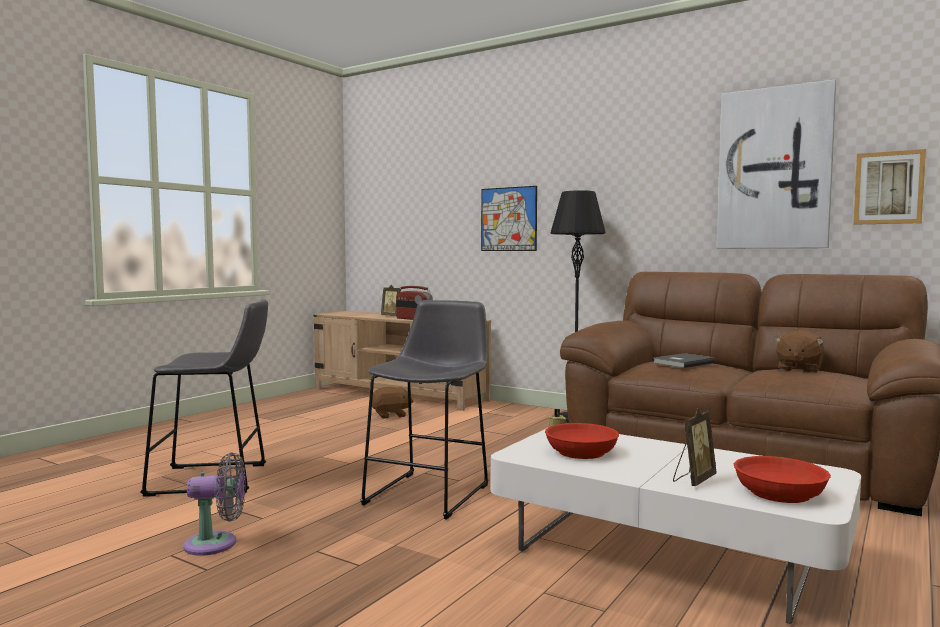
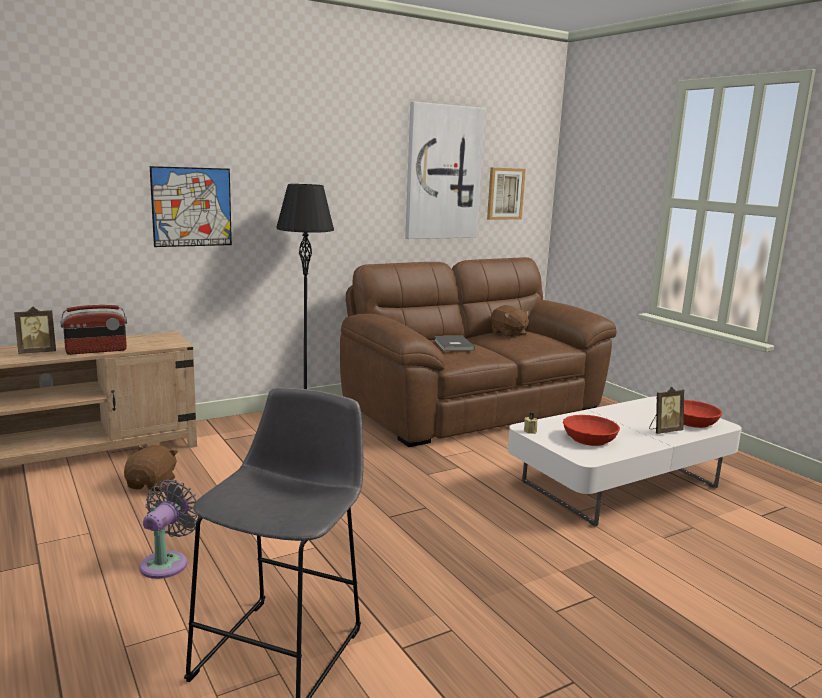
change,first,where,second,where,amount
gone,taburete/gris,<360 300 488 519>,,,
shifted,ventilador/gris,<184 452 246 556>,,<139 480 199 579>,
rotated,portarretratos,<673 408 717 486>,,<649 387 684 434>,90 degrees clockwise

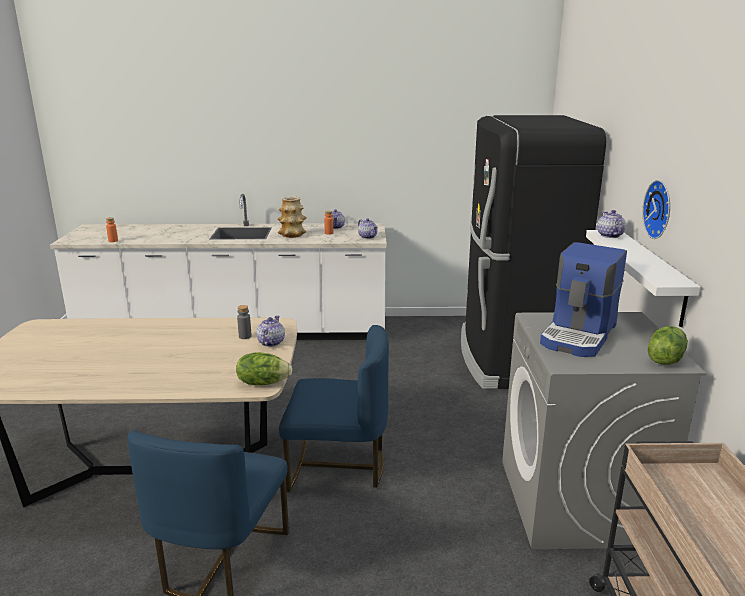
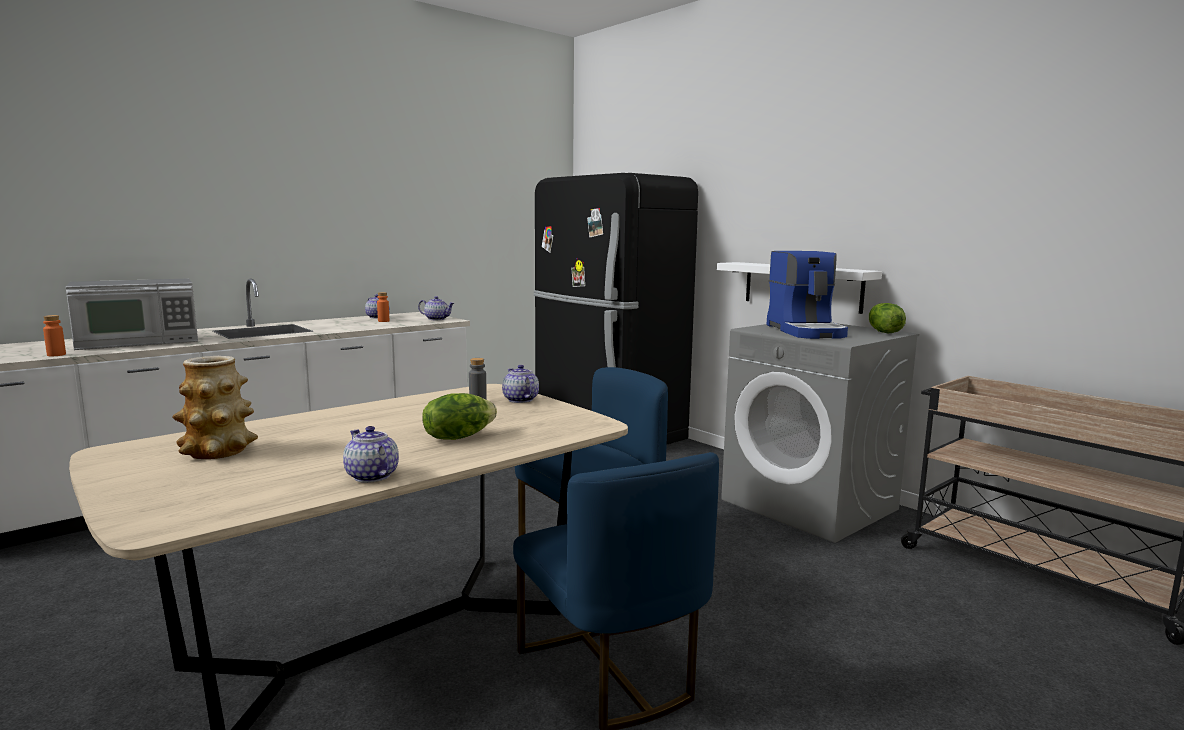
change,first,where,second,where,amount
gone,reloj de pared,<642 180 670 239>,,,
new,,,microondas,<65 279 198 350>,
shifted,lechuga,<236 352 292 385>,,<422 393 497 440>,
shifted,florero,<278 197 307 238>,,<172 356 258 459>,
shifted,tetera,<597 210 626 238>,,<343 426 399 483>,

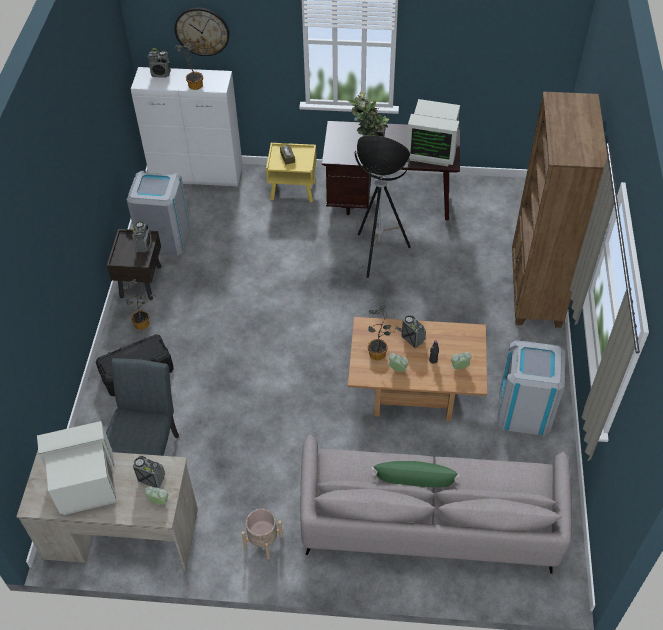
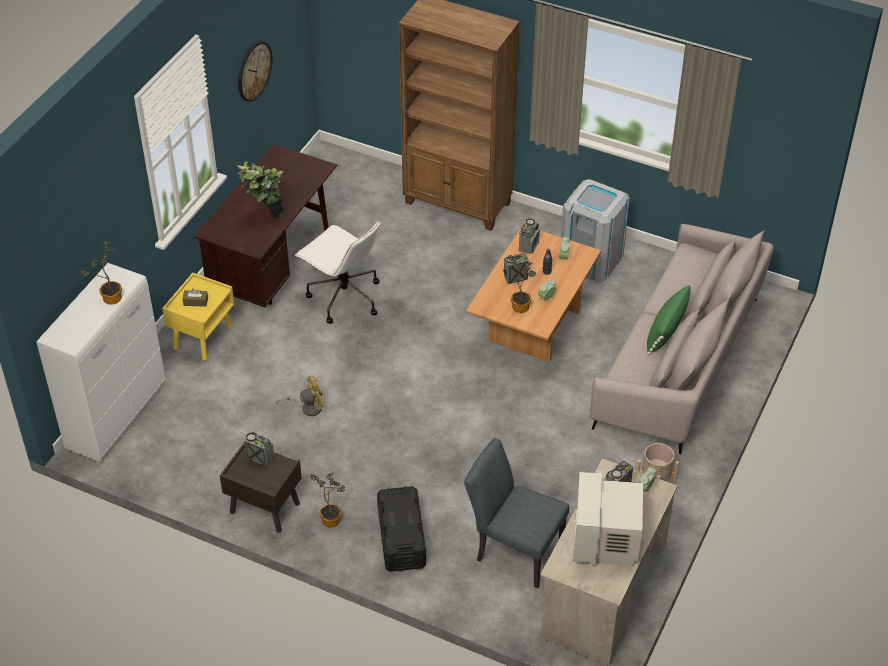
change,first,where,second,where,amount
gone,papelera/gris,<126 171 191 256>,,,
gone,monitor,<406 99 460 166>,,,
new,,,ventilador/amarillo,<276 376 326 416>,
shifted,radio,<148 49 171 78>,,<519 218 540 254>,
shifted,reloj de pared,<175 7 229 56>,,<238 41 273 102>,
swapped,lámpara de pie,<354 135 411 278>,silla de oficina/blanco,<295 221 381 324>,

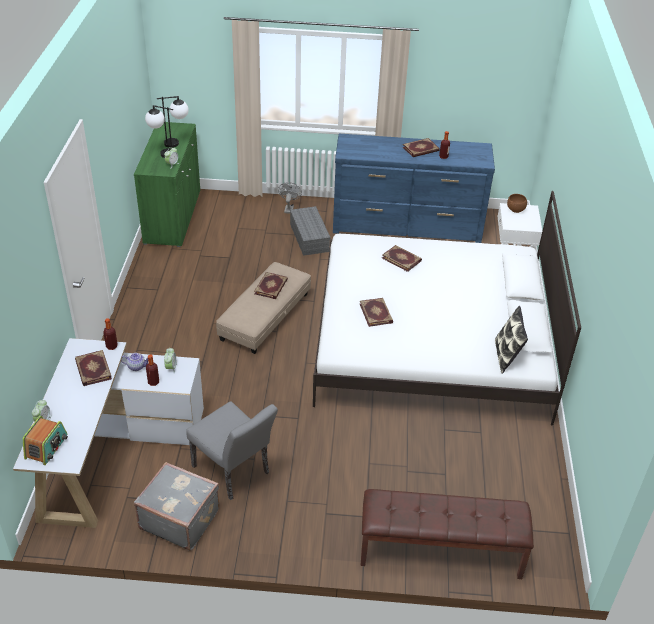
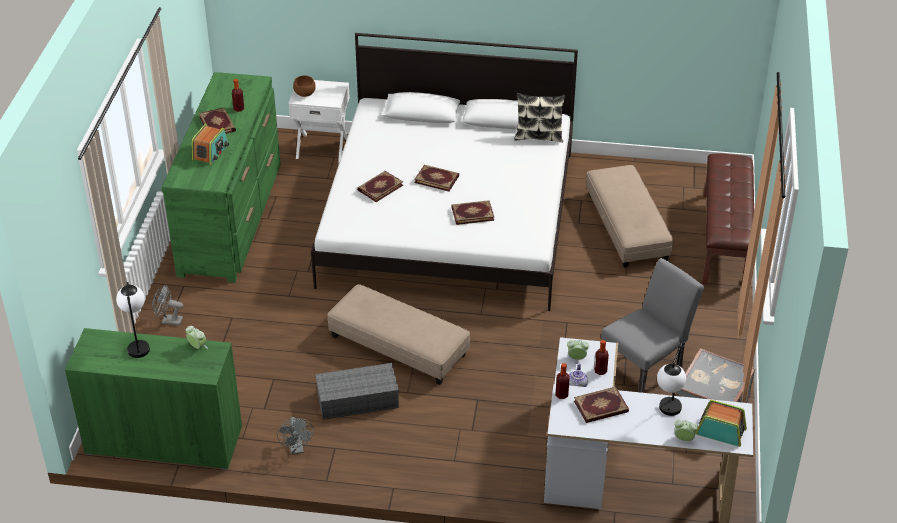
change,first,where,second,where,amount
new,,,radio,<192 124 229 165>,
new,,,ventilador/gris,<277 417 314 455>,
new,,,puf/beis,<586 165 673 268>,
shifted,lámpara de mesa,<145 105 173 158>,,<657 341 686 416>,
shifted,libro,<254 272 288 299>,,<414 165 459 191>,
shifted,caja de almacenaje/gris,<290 206 330 256>,,<315 363 399 420>,
repainted,cómoda/azul,<333 134 495 243>,cómoda/verde,<161 72 281 283>,

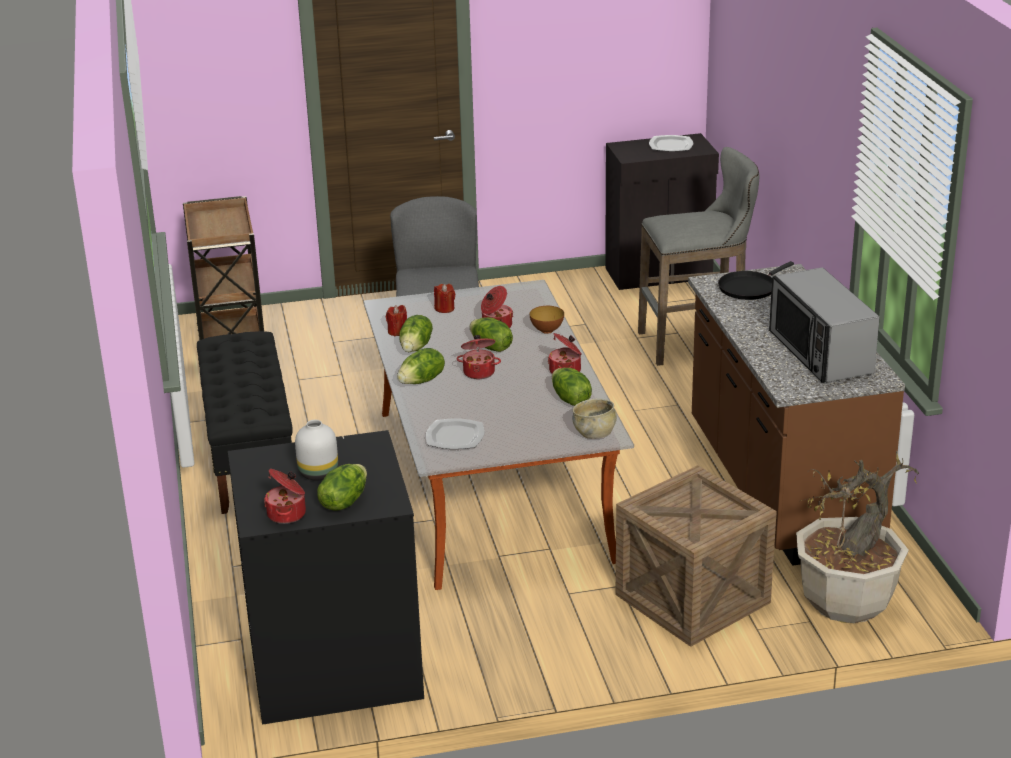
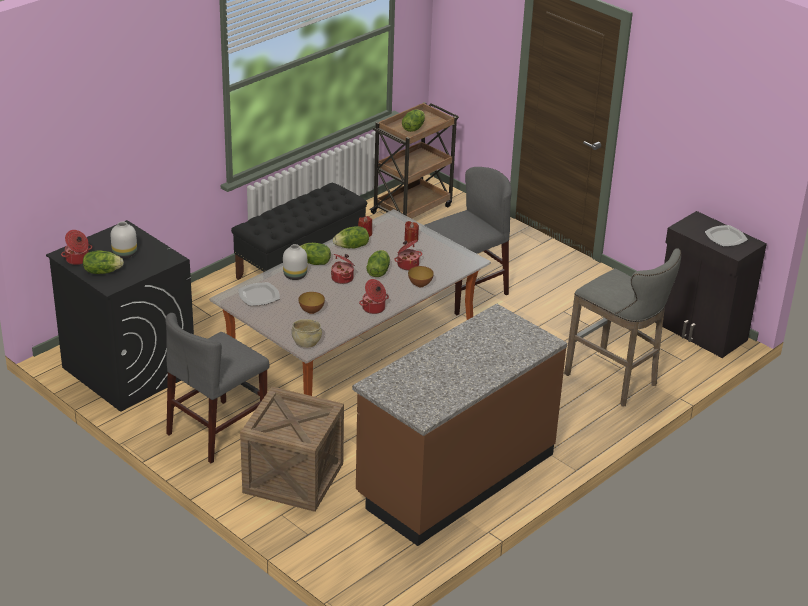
change,first,where,second,where,amount
gone,sartén/negro,<718 261 794 300>,,,
gone,microondas,<769 267 880 383>,,,
gone,planta en maceta,<796 451 920 623>,,,
new,,,silla/gris,<165 313 269 463>,
new,,,florero/blanco,<283 244 307 280>,
new,,,cuenco,<298 292 325 314>,
shifted,lechuga,<552 368 592 406>,,<402 110 425 132>,

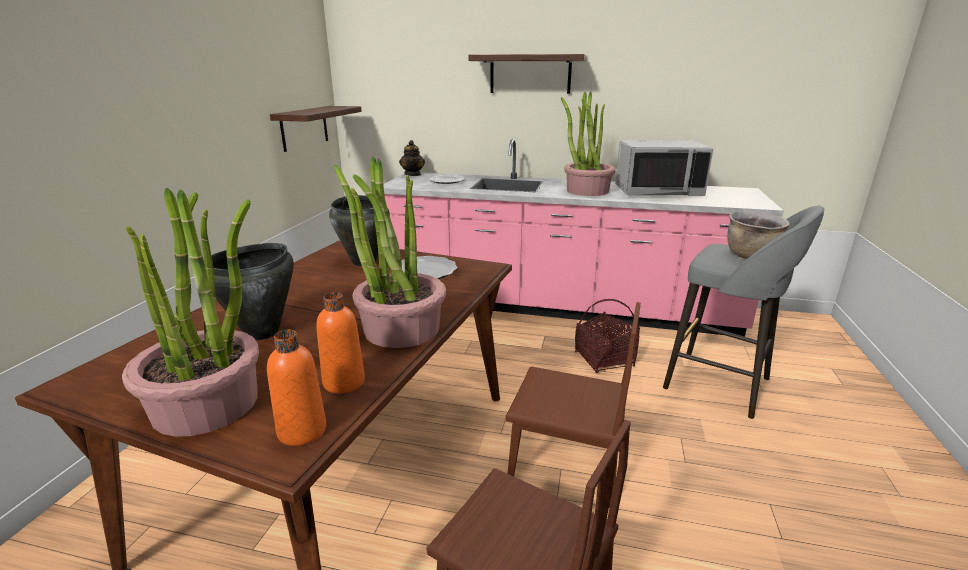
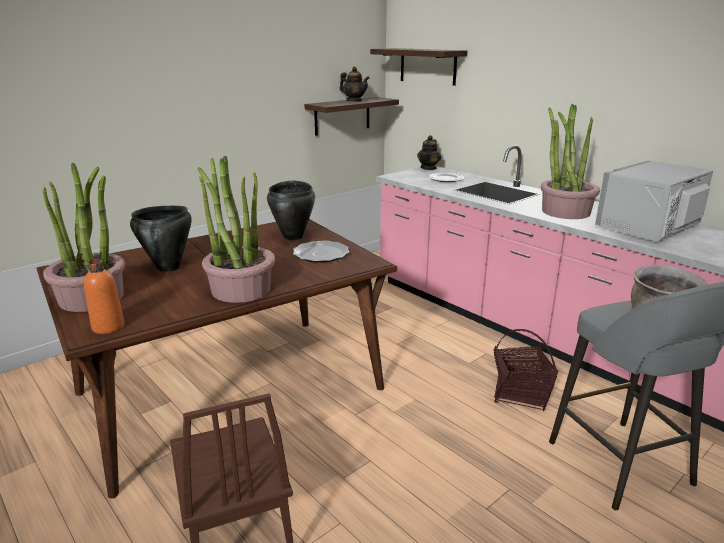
change,first,where,second,where,amount
gone,botella/naranja,<316 292 365 393>,,,
gone,silla/marrón,<506 302 641 508>,,,
new,,,tetera,<340 67 370 102>,
shifted,estante,<468 54 586 94>,,<370 48 468 86>,
rotated,microondas/gris,<615 140 713 196>,,<595 160 713 242>,105 degrees clockwise

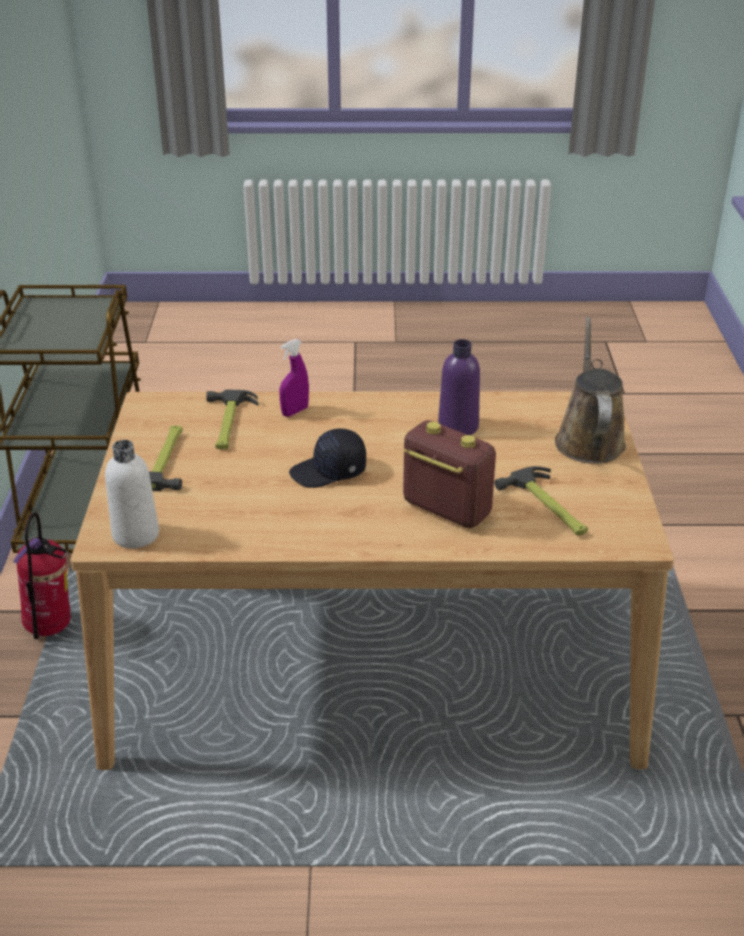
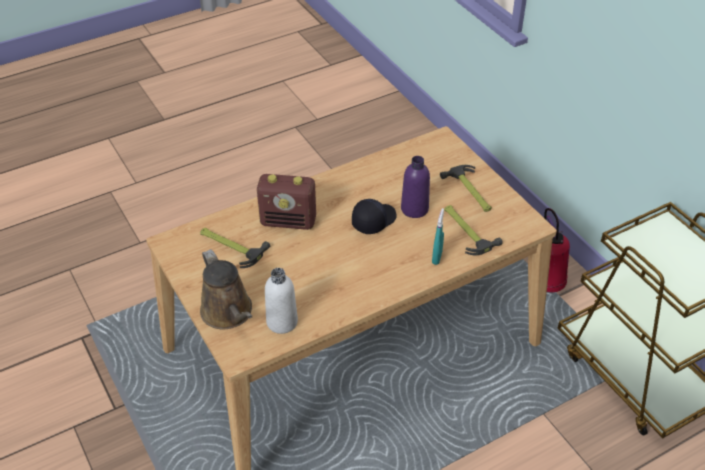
change,first,where,second,where,amount
shifted,botella/blanco,<105 440 159 548>,,<265 268 298 334>,
shifted,botella/morado,<438 339 480 435>,,<401 156 430 218>,
repainted,pulverizador/morado,<280 339 309 417>,pulverizador/turquesa,<432 208 444 265>,

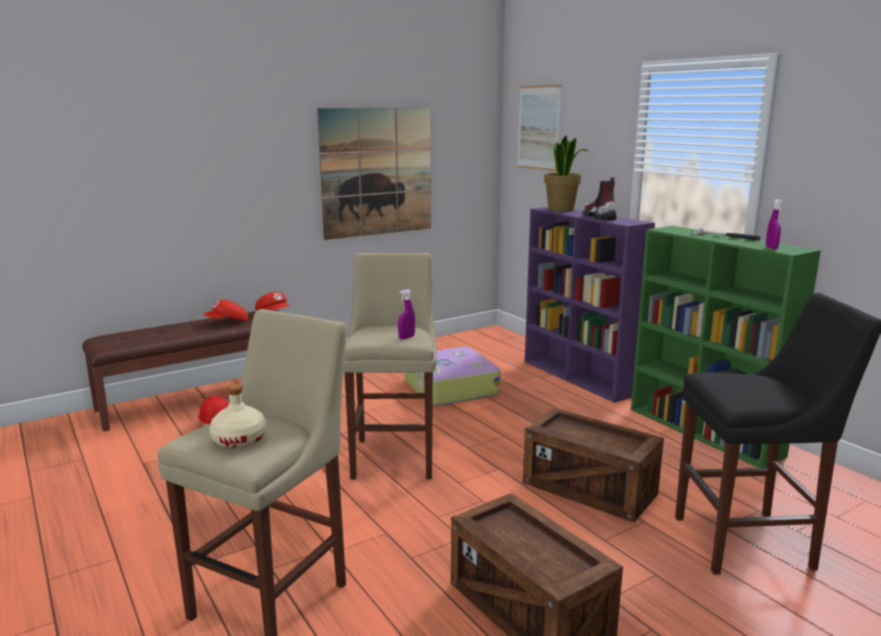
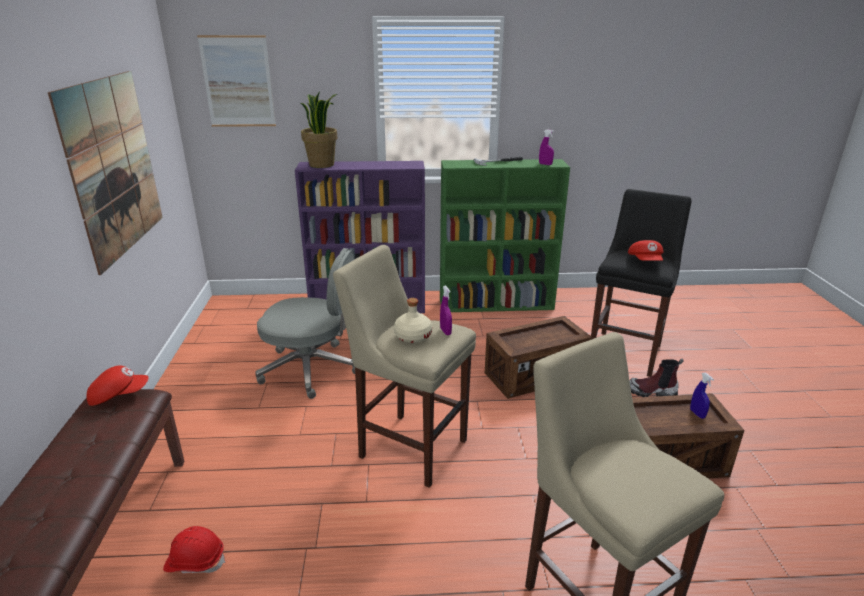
change,first,where,second,where,amount
new,,,pulverizador/azul,<690 373 714 419>,
shifted,gorra/rojo,<203 300 248 321>,,<628 240 664 261>,
shifted,botella/beis,<209 383 266 448>,,<394 298 432 343>,
shifted,bota,<583 177 617 220>,,<629 359 683 397>,
swapped,maleta,<405 347 501 406>,silla de oficina/gris,<255 248 355 399>,

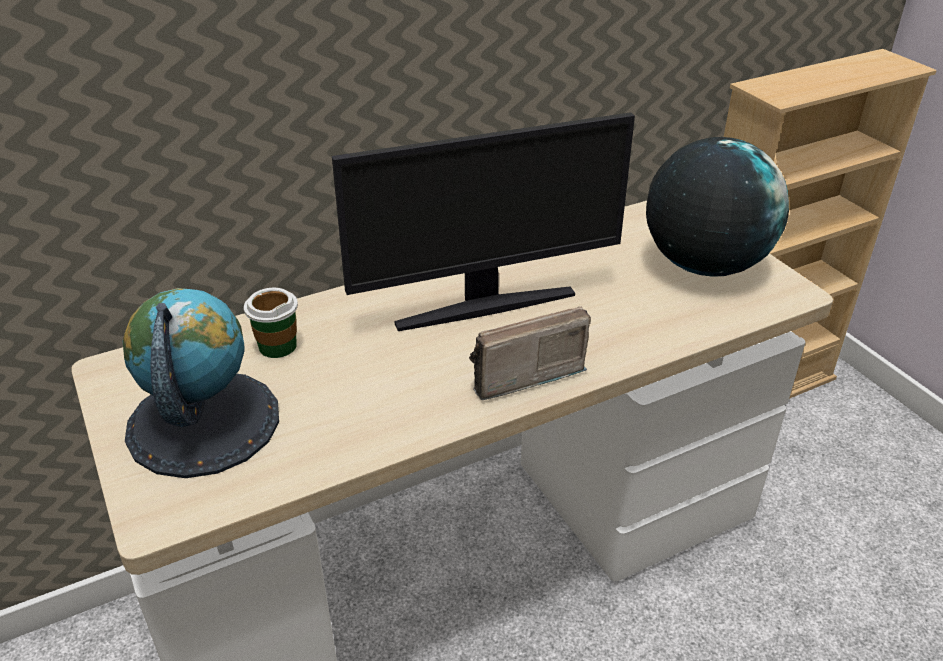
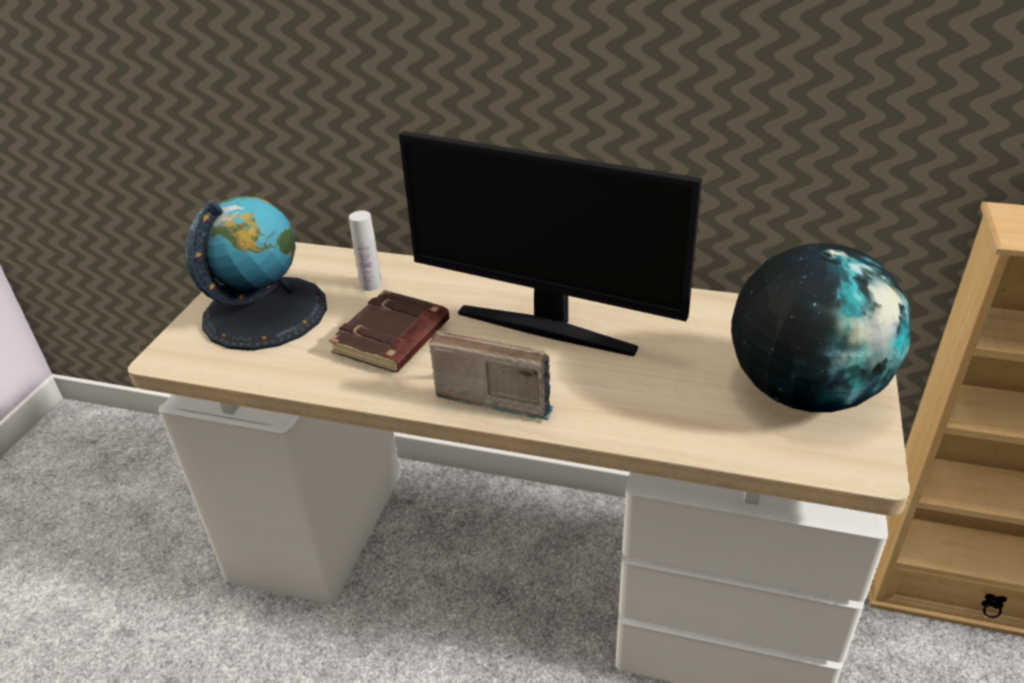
change,first,where,second,where,amount
new,,,libro/marrón,<329 290 449 372>,
swapped,taza,<244 288 298 358>,botella/blanco,<349 210 382 291>,

